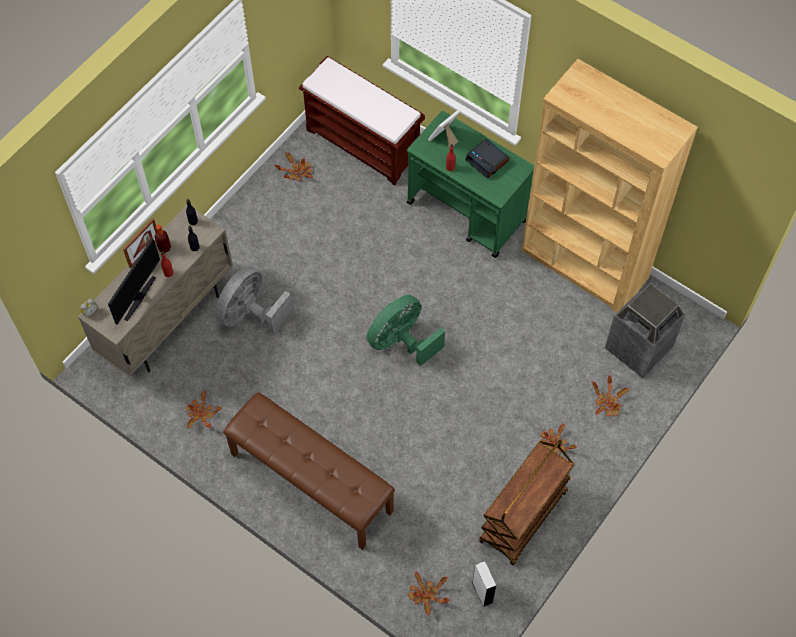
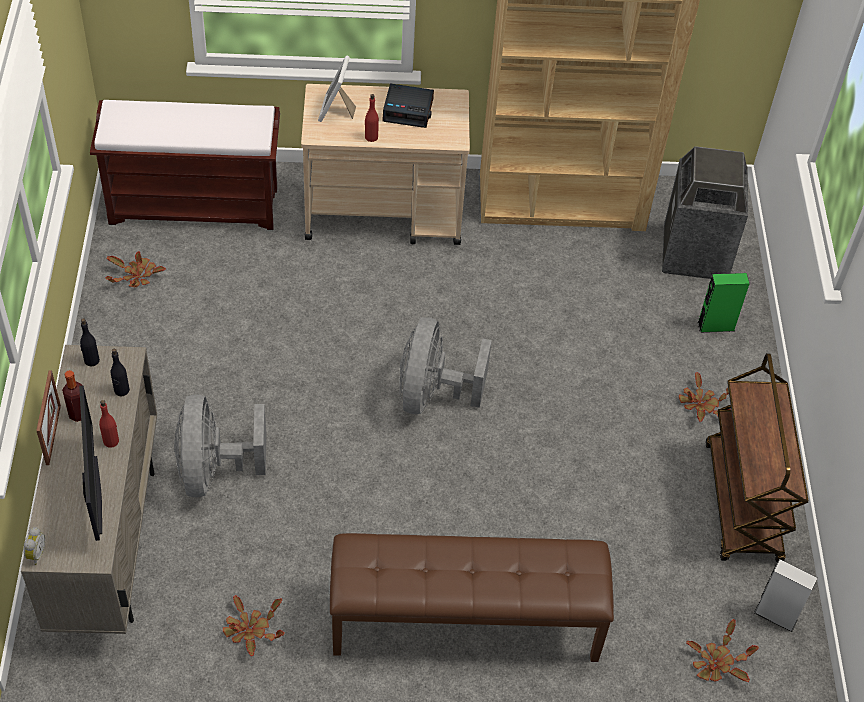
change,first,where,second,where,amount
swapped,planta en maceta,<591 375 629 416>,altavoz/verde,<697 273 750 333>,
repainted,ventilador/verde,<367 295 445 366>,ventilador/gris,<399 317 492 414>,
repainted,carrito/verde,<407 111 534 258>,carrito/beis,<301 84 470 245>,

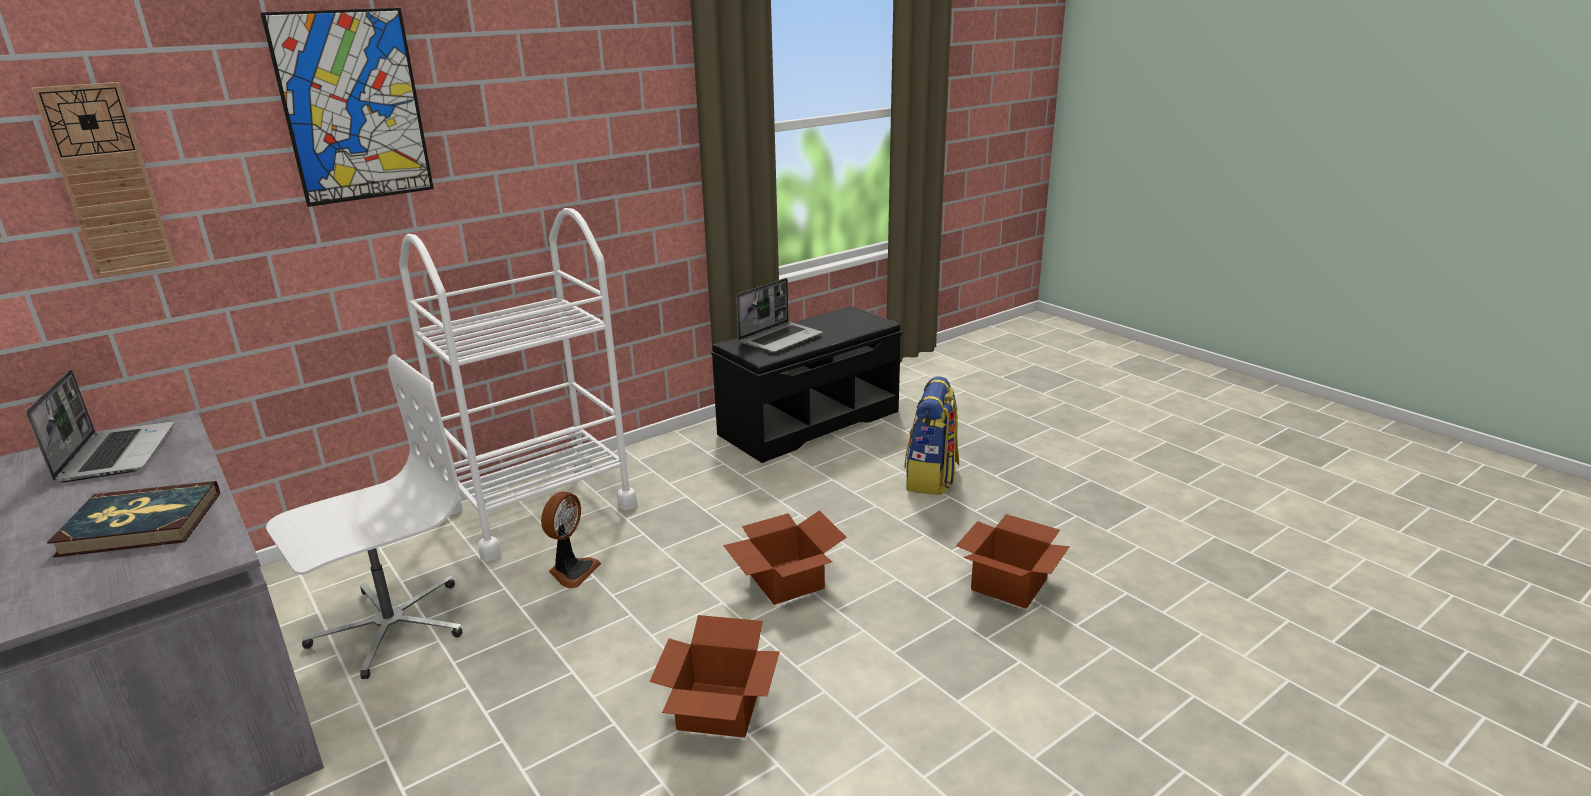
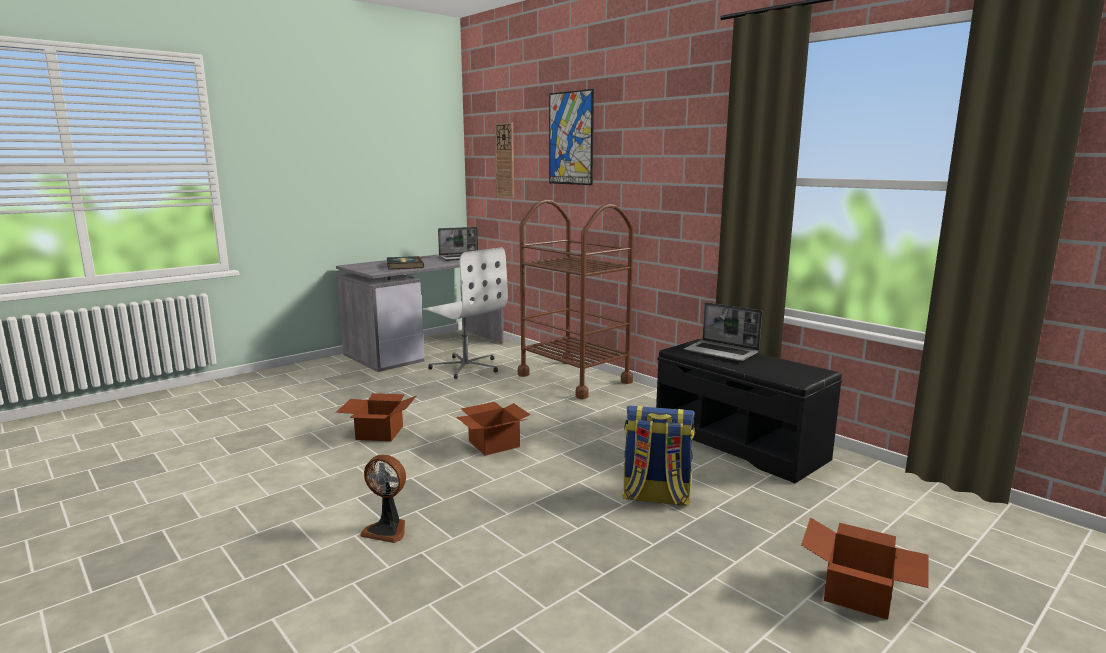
change,first,where,second,where,amount
shifted,ventilador,<541 492 601 588>,,<360 454 406 543>,
shifted,caja de cartón,<956 514 1070 609>,,<801 517 928 620>,
repainted,carrito/blanco,<399 208 637 562>,carrito/marrón,<518 199 634 399>,

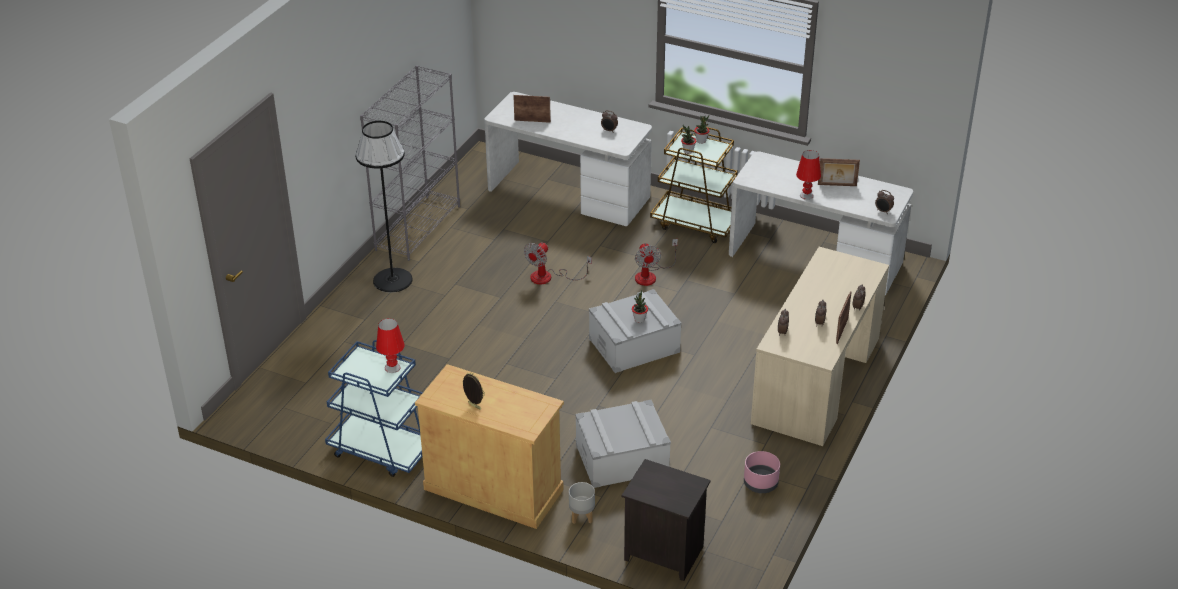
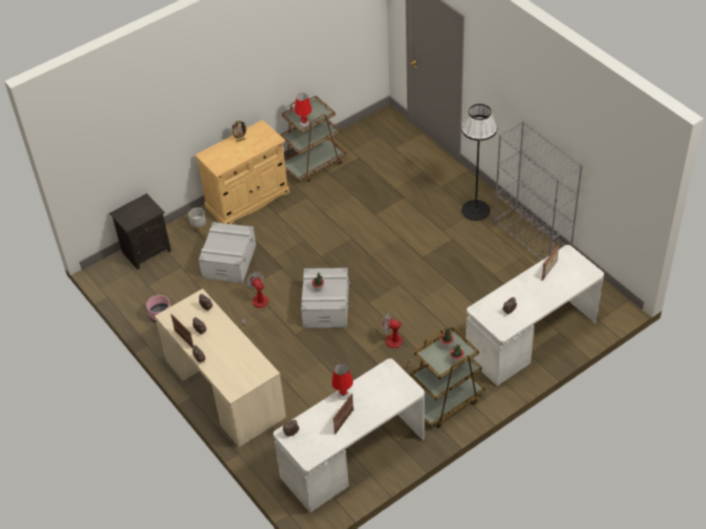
change,first,where,second,where,amount
shifted,ventilador,<524 242 592 285>,,<242 272 269 326>,
repainted,carrito/azul,<325 340 423 477>,carrito/marrón,<280 96 346 182>,

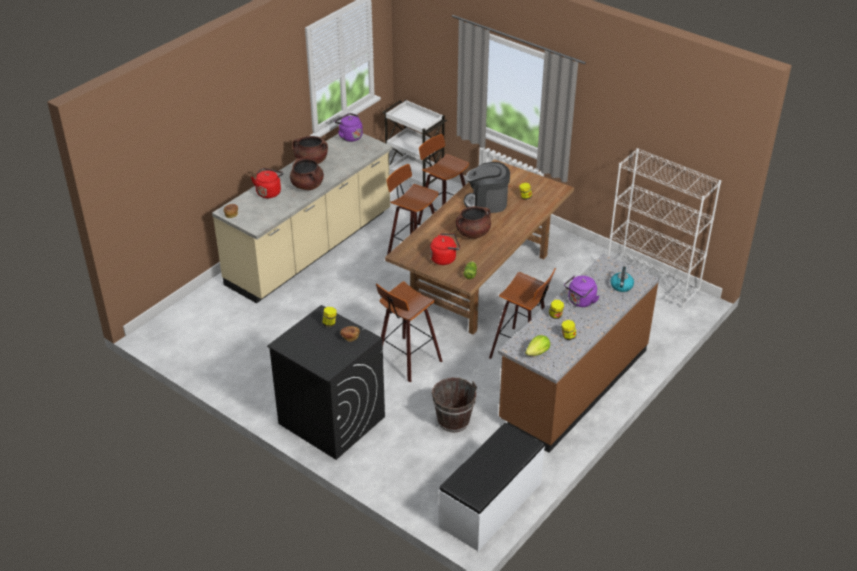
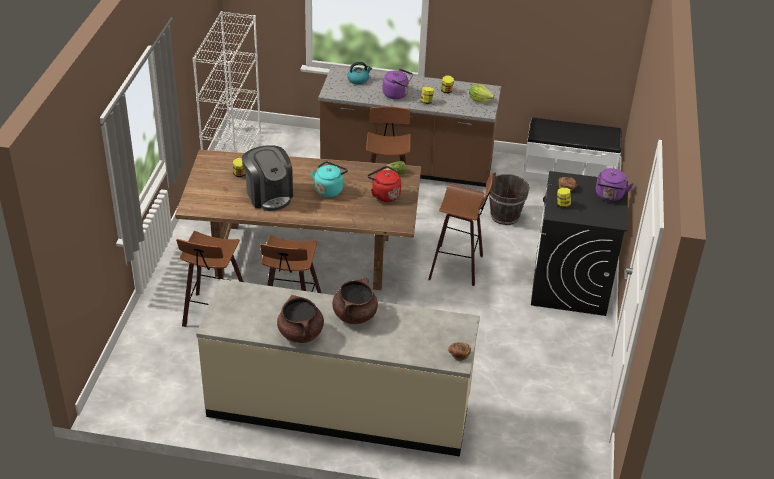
change,first,where,second,where,amount
gone,hervidor/rojo,<251 168 283 198>,,,
gone,carrito/blanco,<382 99 447 187>,,,
shifted,hervidor/morado,<334 113 363 142>,,<596 168 633 201>,
swapped,olla/marrón,<456 206 491 238>,hervidor/turquesa,<311 161 348 197>,

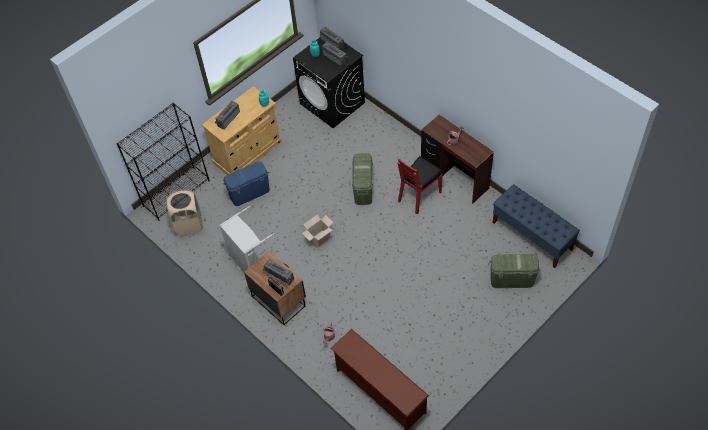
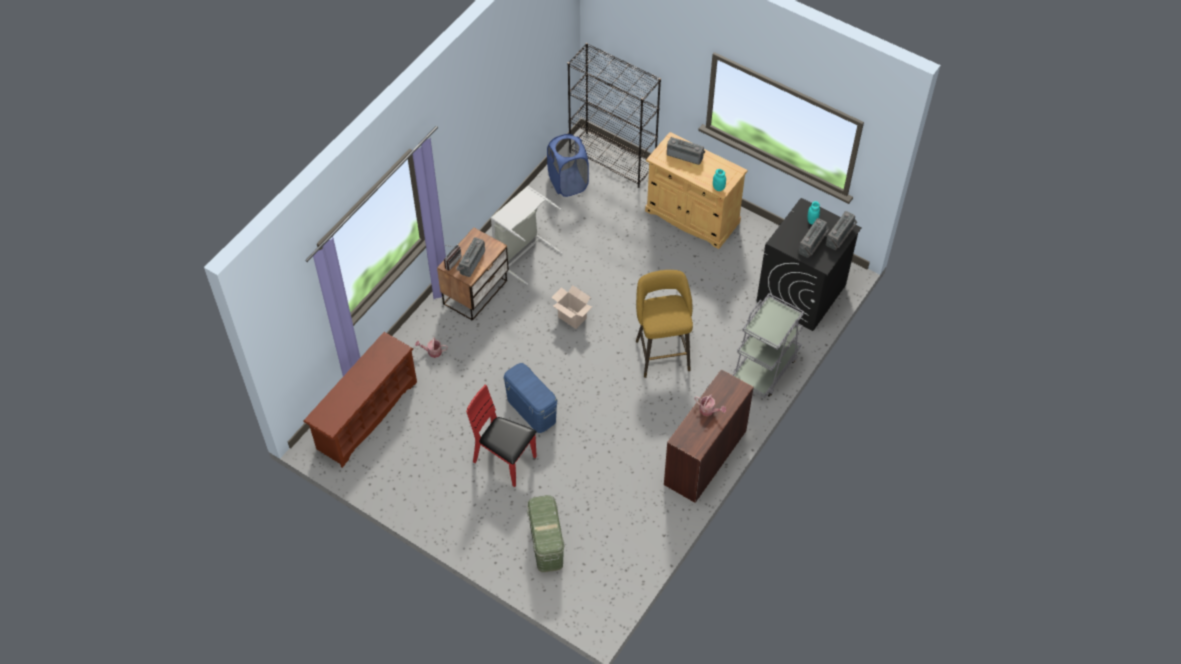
change,first,where,second,where,amount
gone,banco/azul,<492 184 580 268>,,,
new,,,carrito/gris,<733 293 804 398>,
shifted,caja de almacenaje/azul,<223 161 270 206>,,<504 363 558 433>,
shifted,silla/rojo,<398 156 444 214>,,<466 384 537 487>,
swapped,caja de almacenaje/verde,<352 153 373 205>,taburete/amarillo,<636 270 693 378>,
repainted,cesto de la ropa/beis,<167 189 203 236>,cesto de la ropa/azul,<547 134 589 197>,

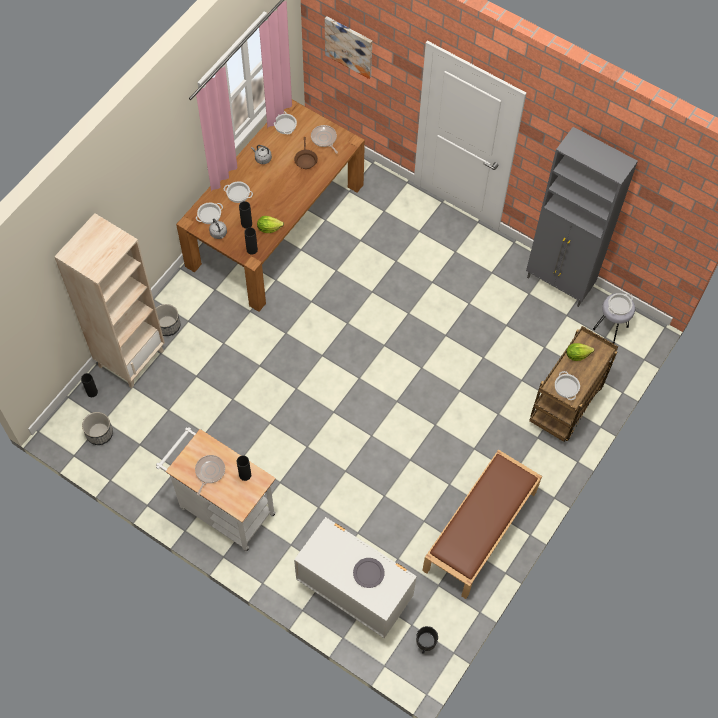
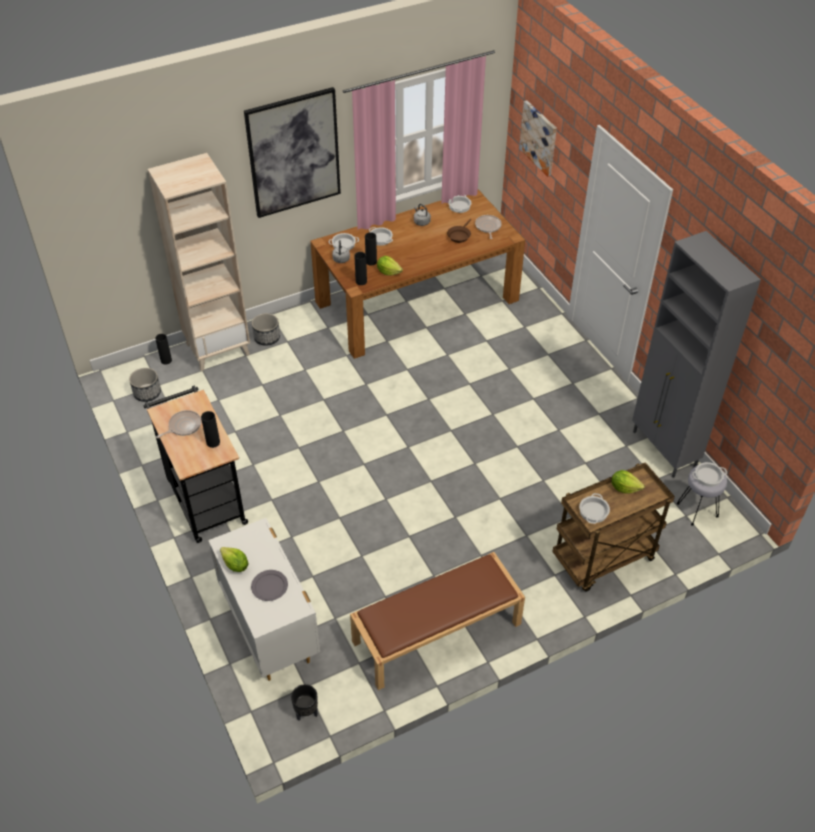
change,first,where,second,where,amount
new,,,lechuga,<220 547 248 572>,
new,,,cuadro,<244 87 341 218>,
repainted,carrito/blanco,<156 427 276 552>,carrito/negro,<143 386 248 543>,

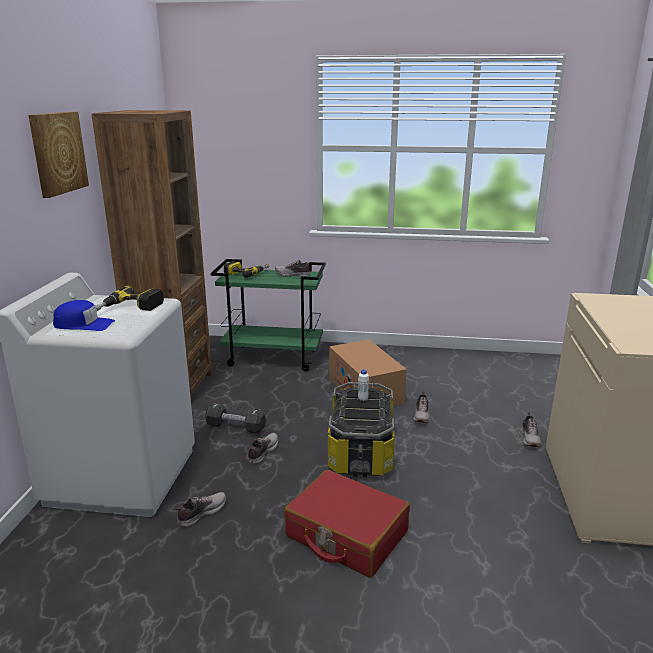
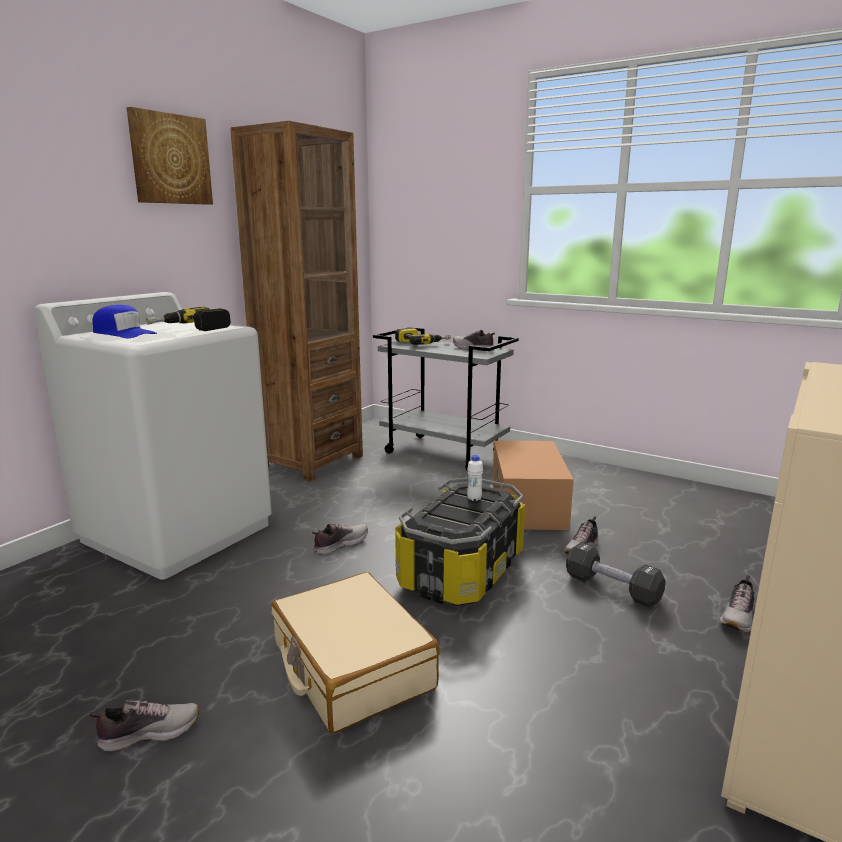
change,first,where,second,where,amount
shifted,zapato,<175 492 226 527>,,<89 698 199 751>,
shifted,mancuerna/negro,<205 403 266 434>,,<566 542 666 608>,
repainted,carrito/verde,<211 259 326 371>,carrito/gris,<373 327 519 471>,
repainted,maleta/rojo,<284 470 410 578>,maleta/beis,<271 572 440 734>,

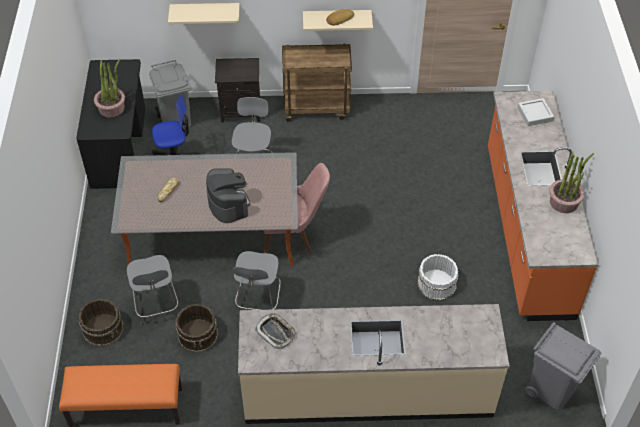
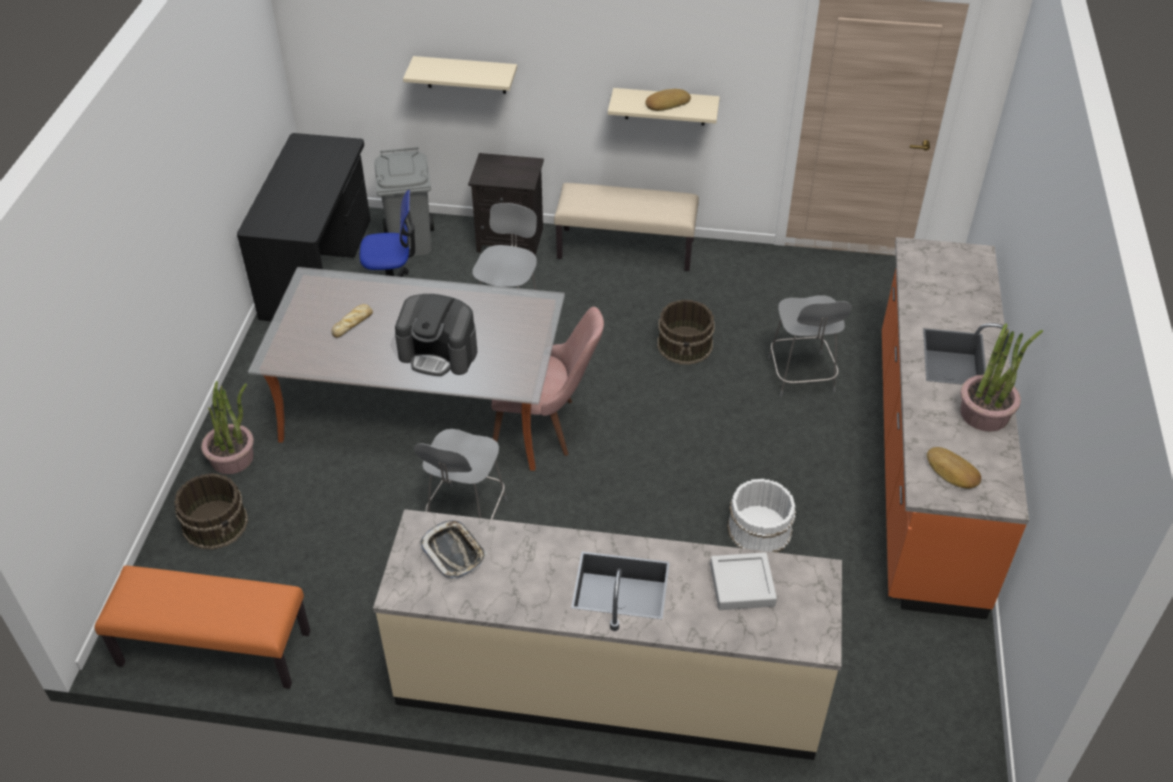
change,first,where,second,where,amount
gone,papelera/gris,<525 322 602 410>,,,
new,,,pan,<927 447 981 489>,
shifted,planta en maceta,<94 59 125 118>,,<201 381 254 474>,
shifted,silla/gris,<127 255 179 325>,,<768 295 852 397>,
shifted,cubo/marrón,<176 304 218 353>,,<657 300 715 365>,
shifted,bandeja/gris,<517 98 554 126>,,<710 552 777 610>,
swapped,carrito/marrón,<282 44 352 121>,banco/beis,<554 183 699 271>,
rotated,cafetera,<206 168 250 223>,,<395 294 477 376>,120 degrees clockwise

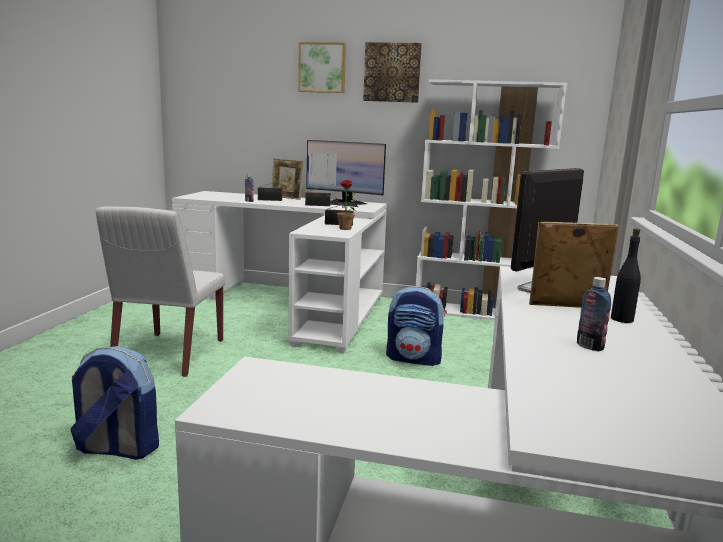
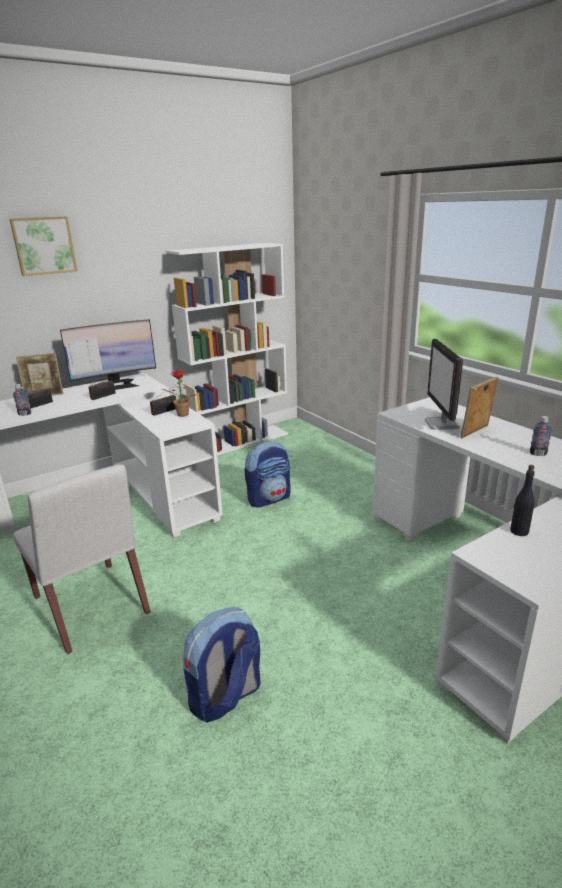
change,first,where,second,where,amount
gone,cuadro,<363 42 422 103>,,,
shifted,botella/negro,<611 228 641 323>,,<510 465 535 536>,

